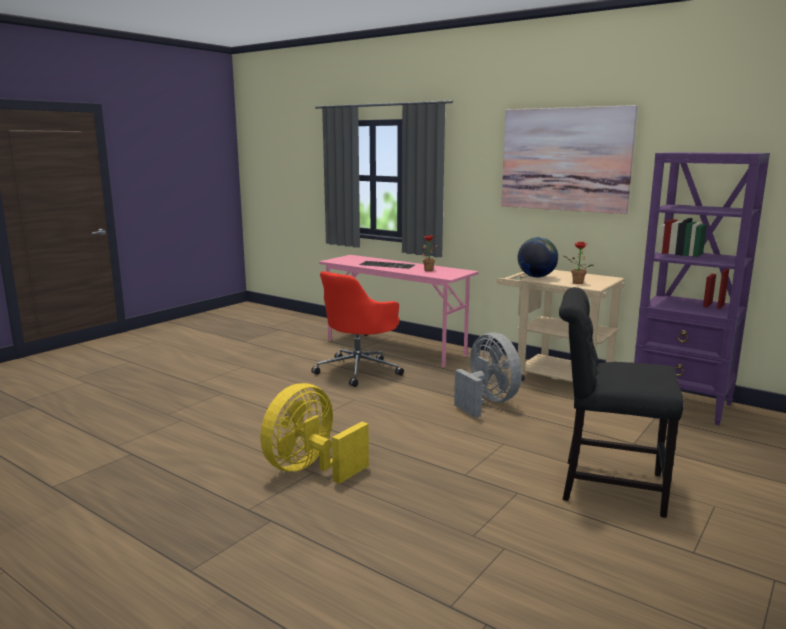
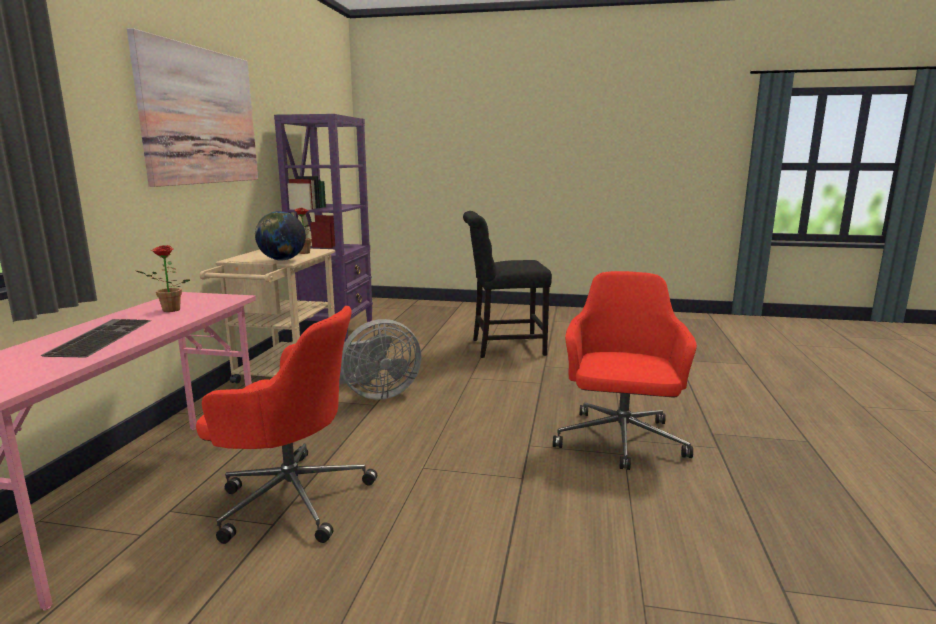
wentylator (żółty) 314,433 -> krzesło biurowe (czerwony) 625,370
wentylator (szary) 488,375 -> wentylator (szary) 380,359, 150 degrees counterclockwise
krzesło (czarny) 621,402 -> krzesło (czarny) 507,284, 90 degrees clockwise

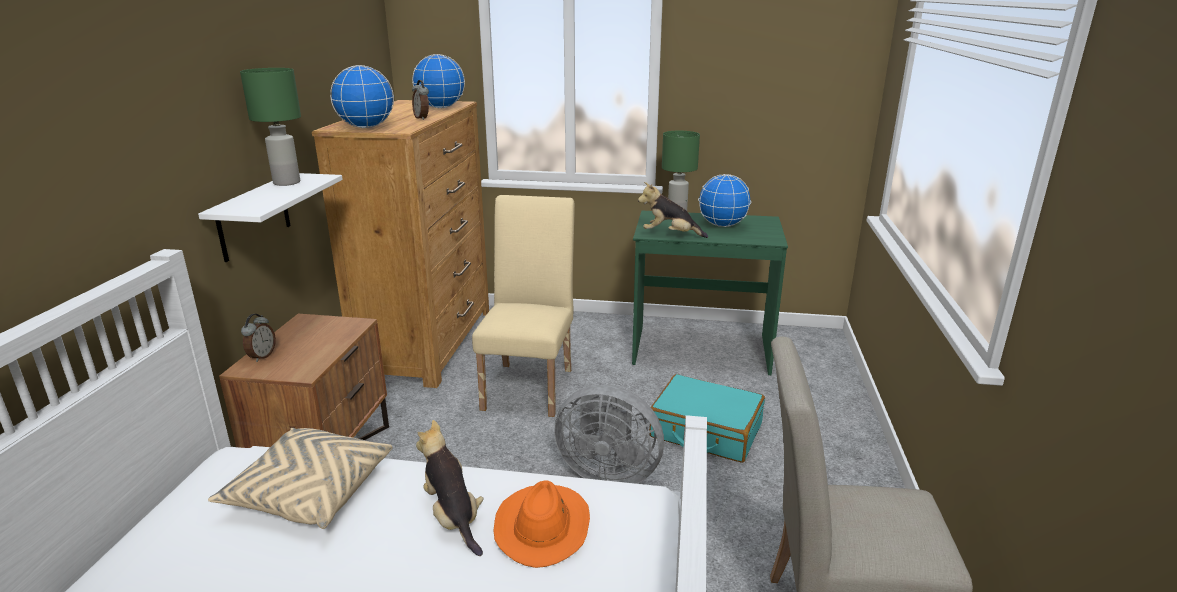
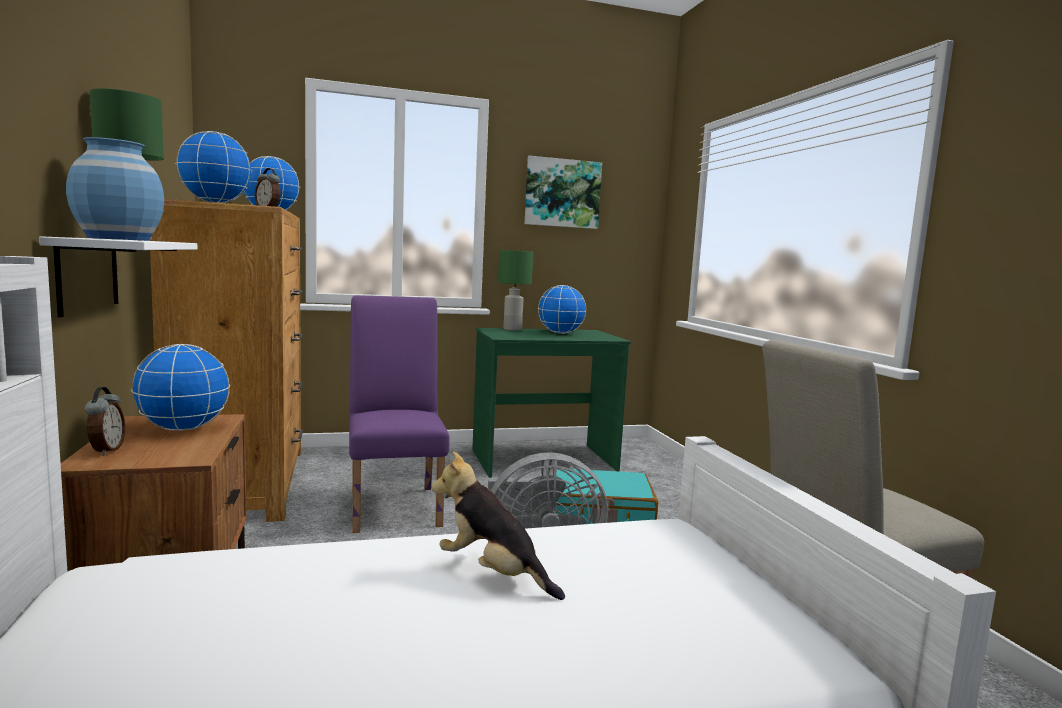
poduszka (beżowy) 300,478 -> none
kapelusz (pomarańczowy) 542,524 -> none
pluszak 673,210 -> none
none -> wazon (niebieski) 115,189
none -> globus 180,387
none -> obraz 563,192
krzesło (beżowy) 523,306 -> krzesło (fioletowy) 399,414

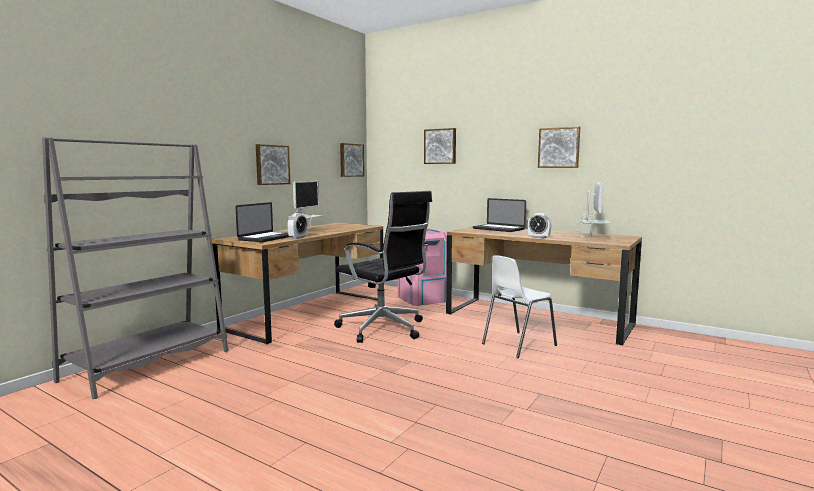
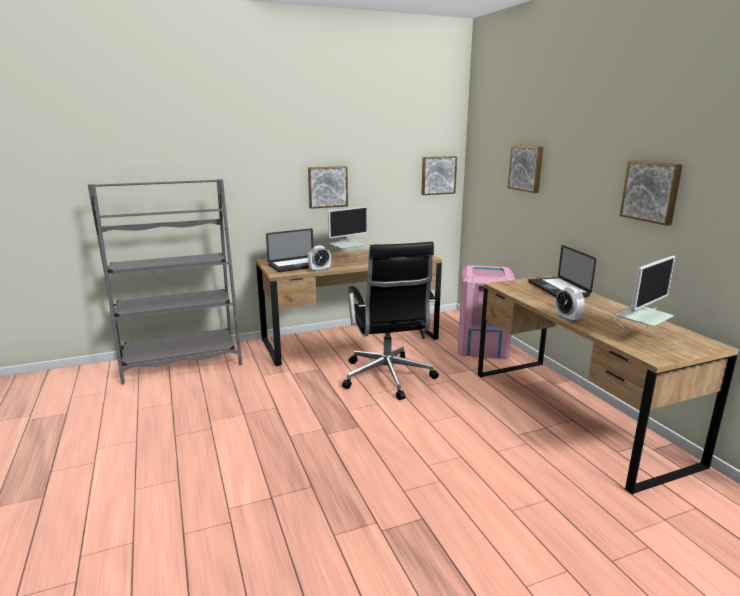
krzesło (biały) 519,307 -> none

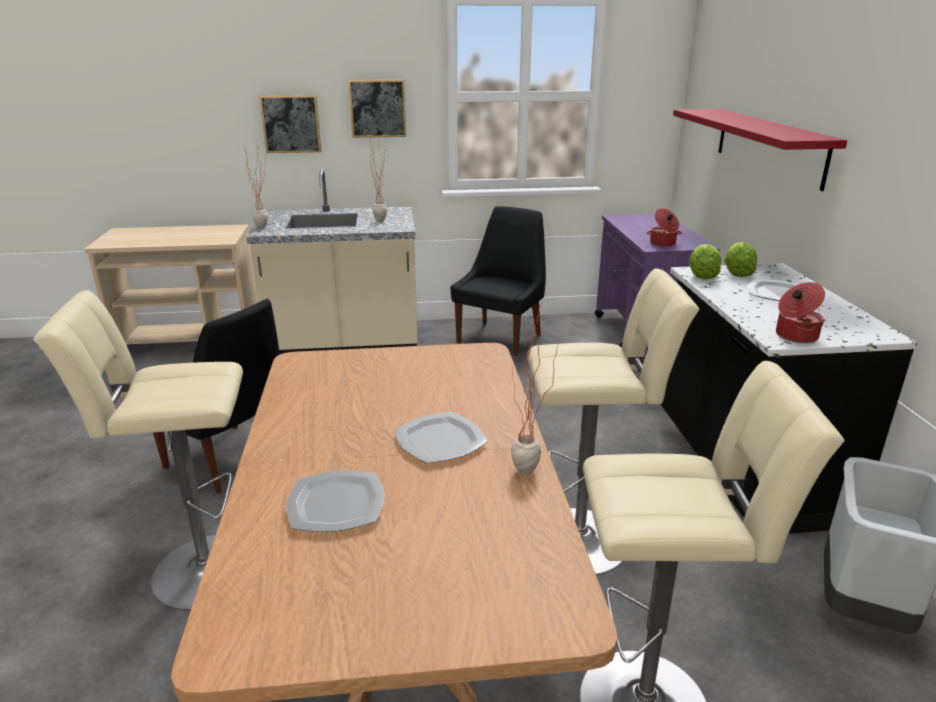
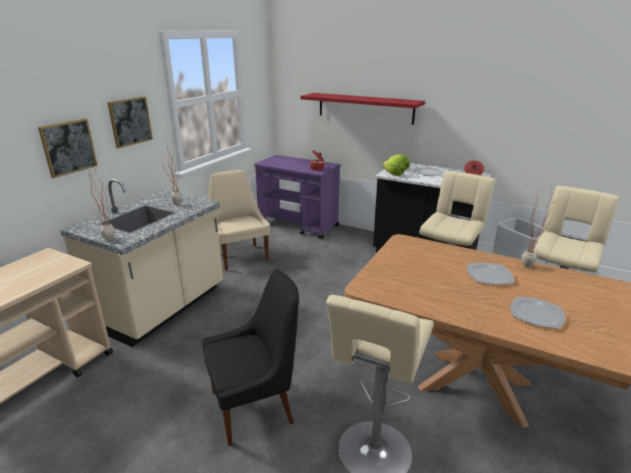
krzesło (czarny) 498,281 -> krzesło (beżowy) 239,220

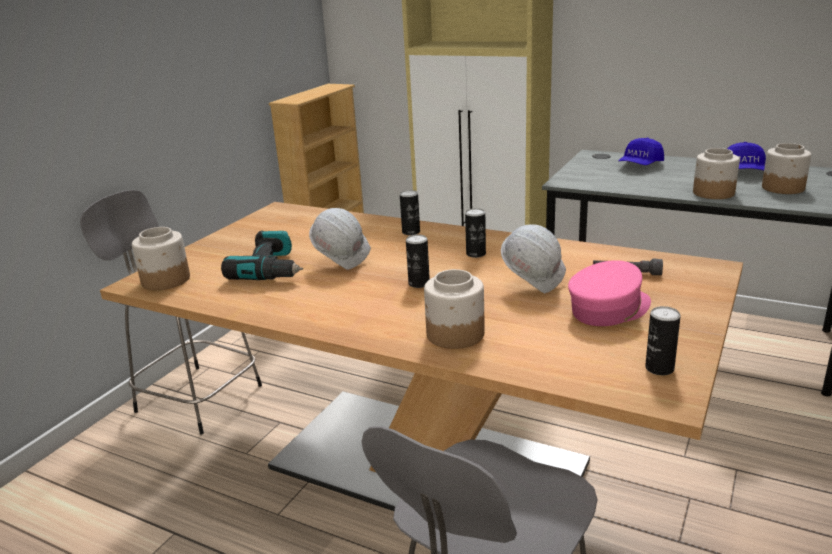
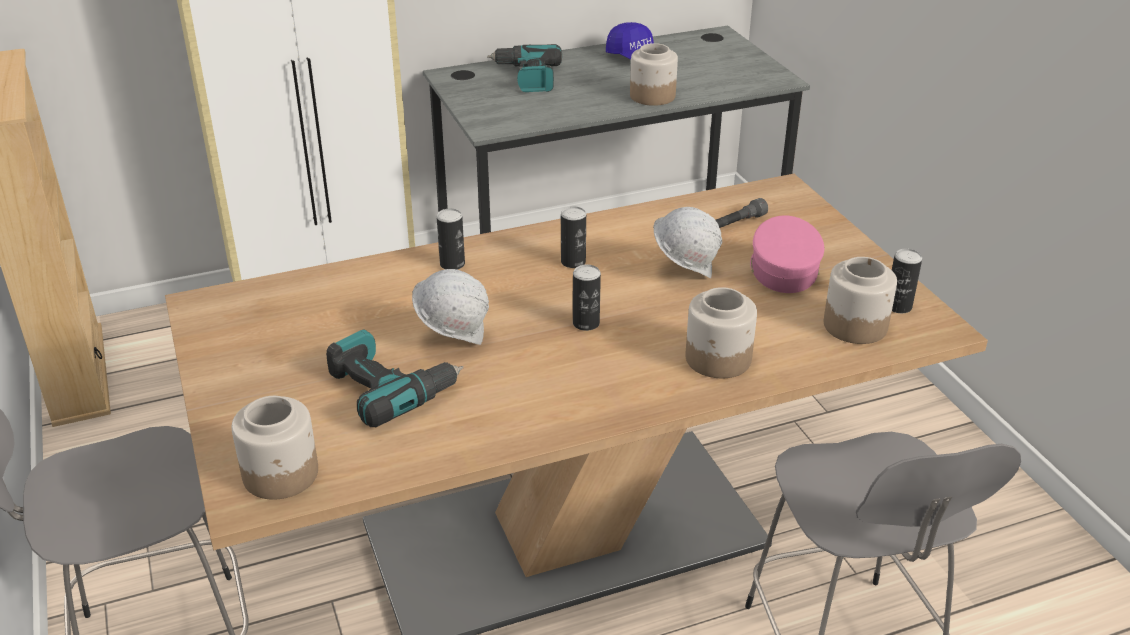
słoik 786,168 -> słoik 860,300, relocated
czapka z daszkiem (niebieski) 641,151 -> wiertarka 524,68

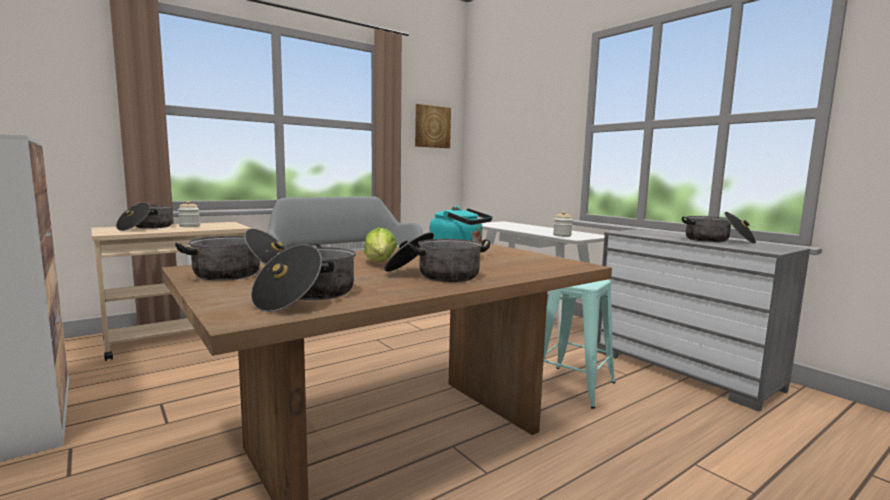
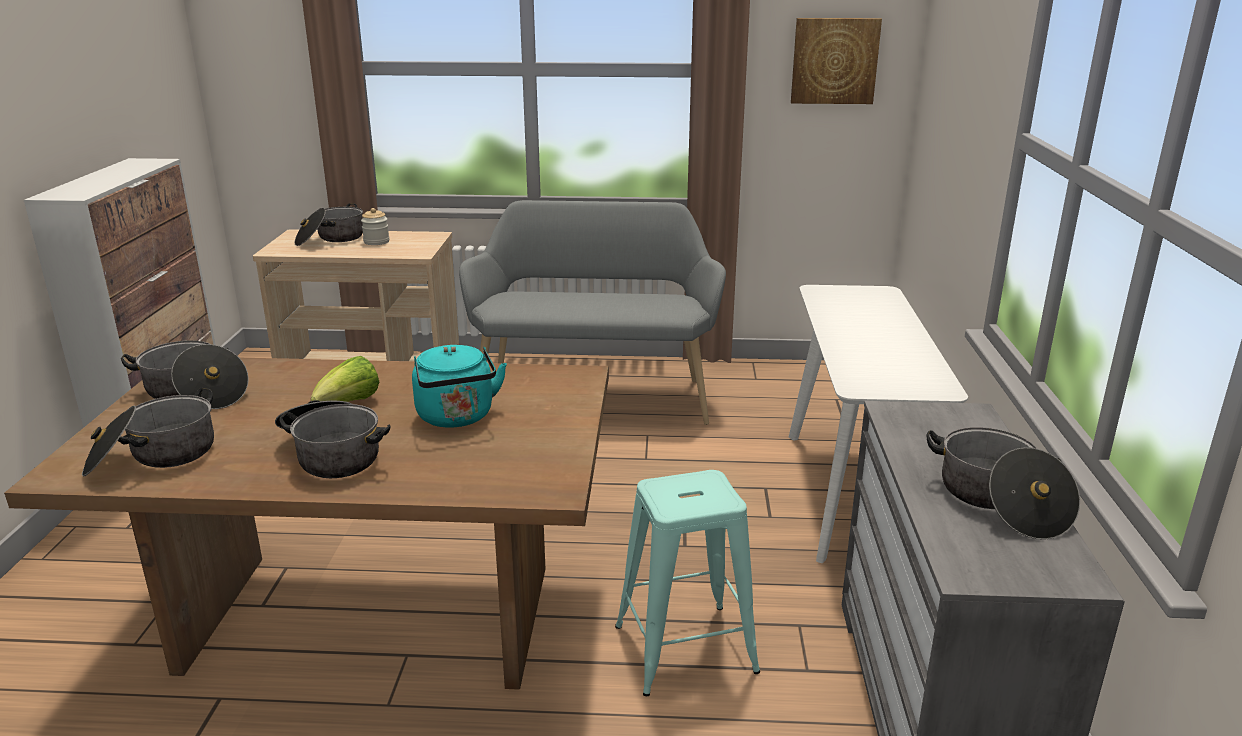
słoik 562,224 -> none

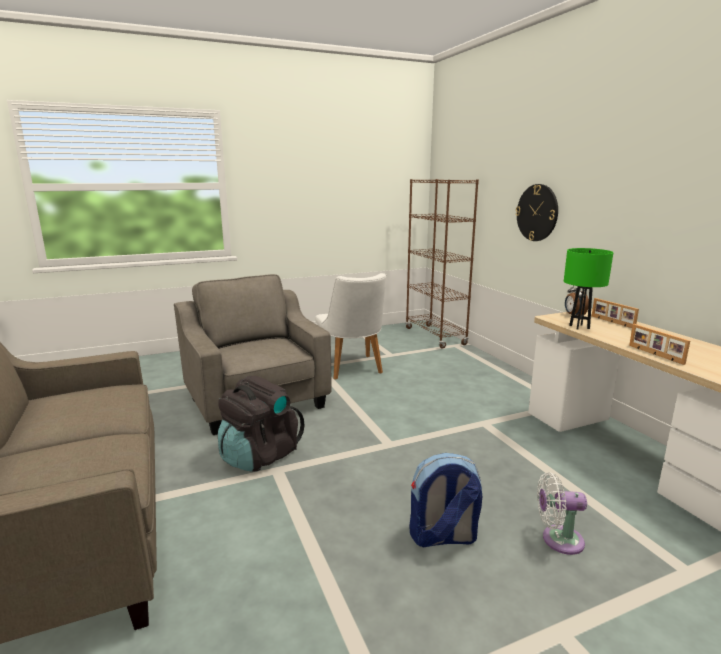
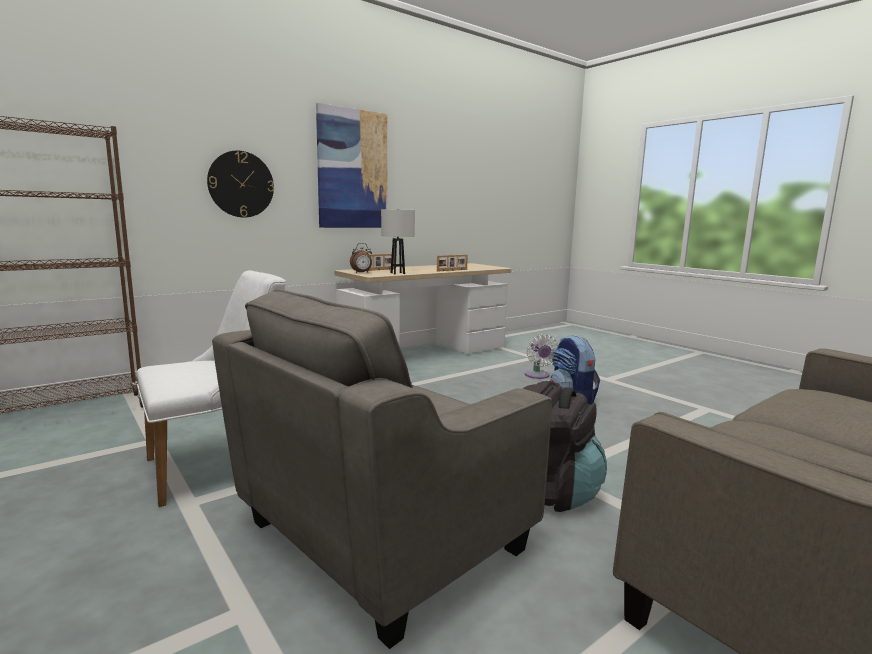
none -> obraz 351,165
lampa stołowa (zielony) 589,289 -> lampa stołowa (biały) 398,241

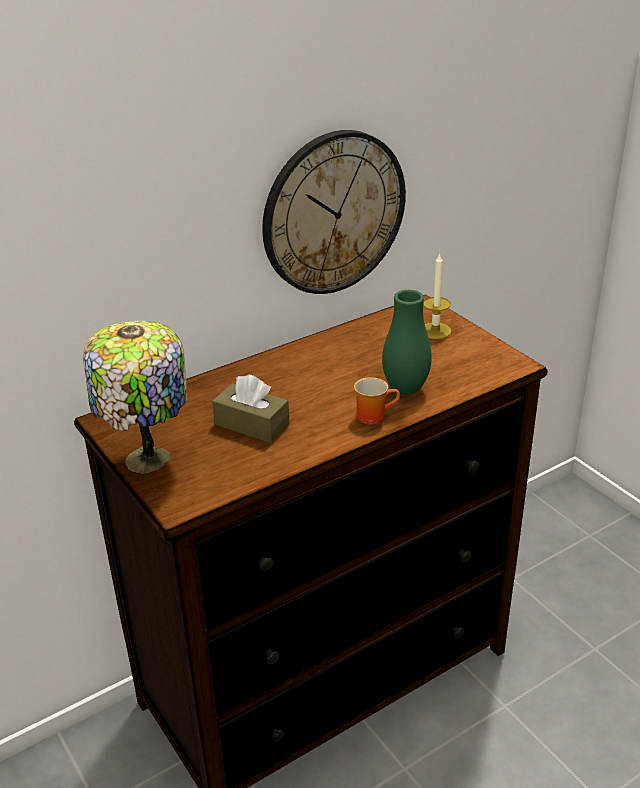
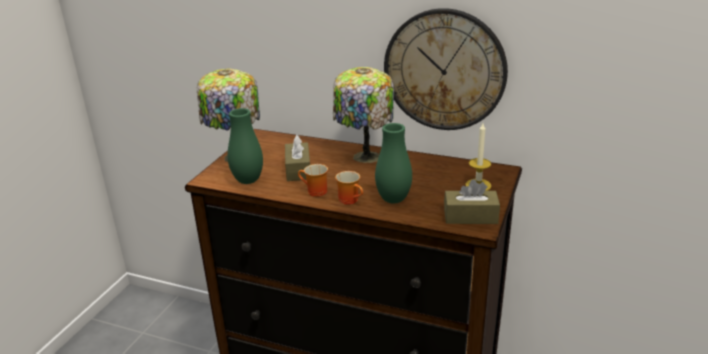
none -> wazon (zielony) 245,146
none -> kubek 313,180
none -> lampa stołowa 363,115
none -> pudełko chusteczek (brązowy) 472,201

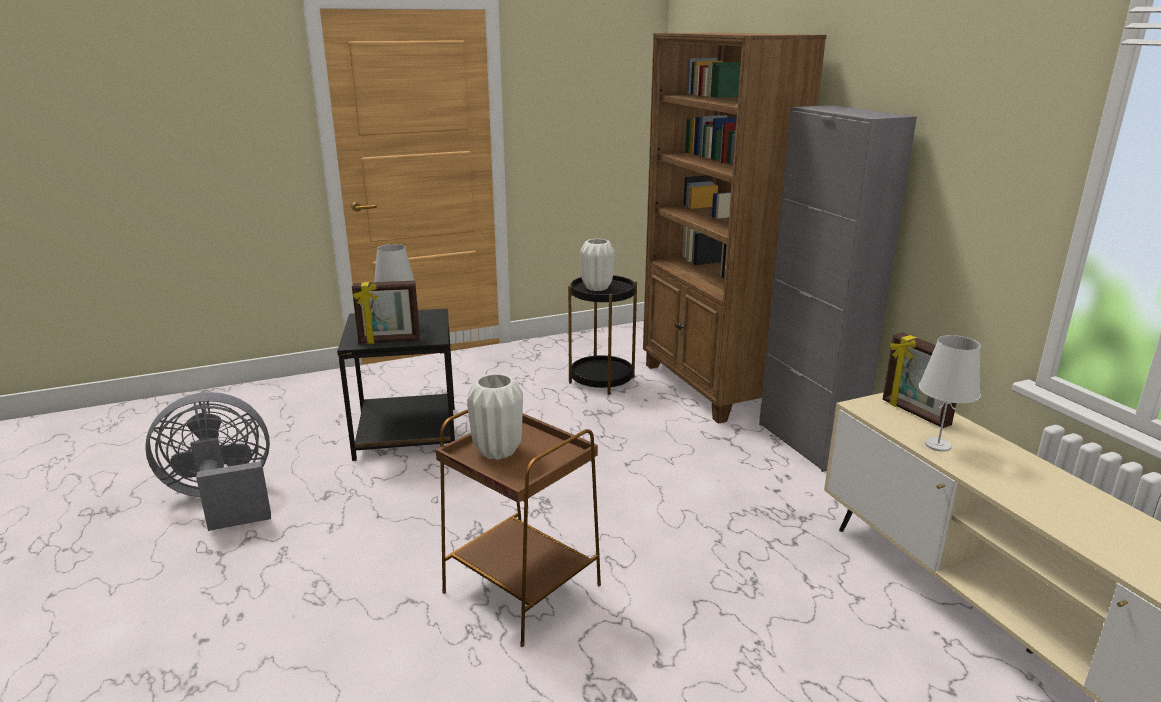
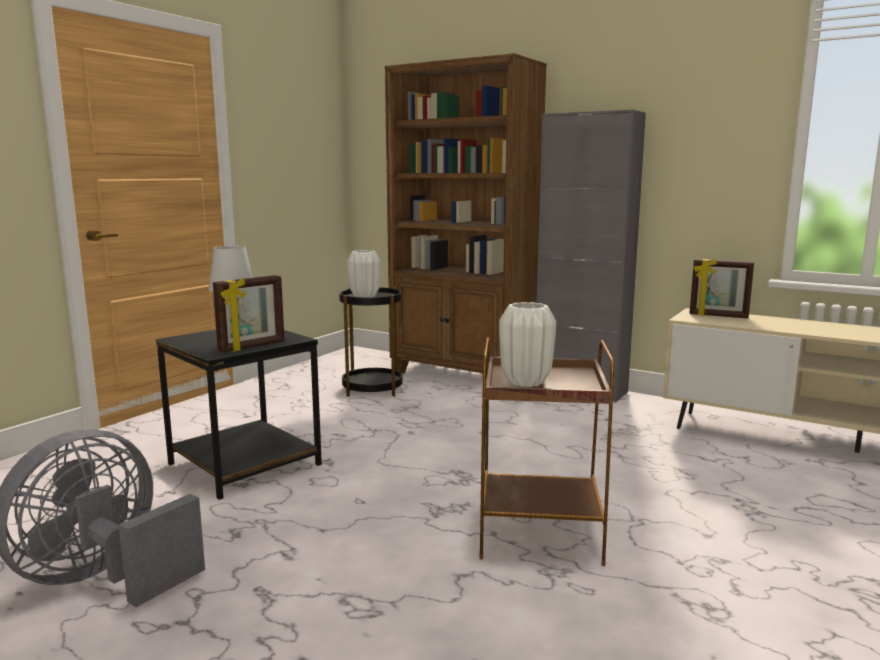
lampa stołowa (biały) 950,393 -> none

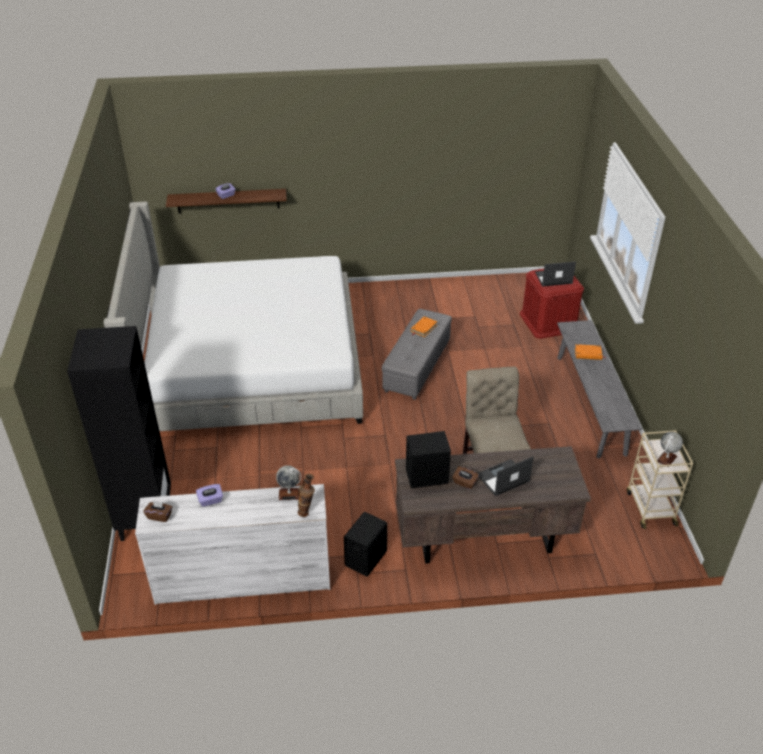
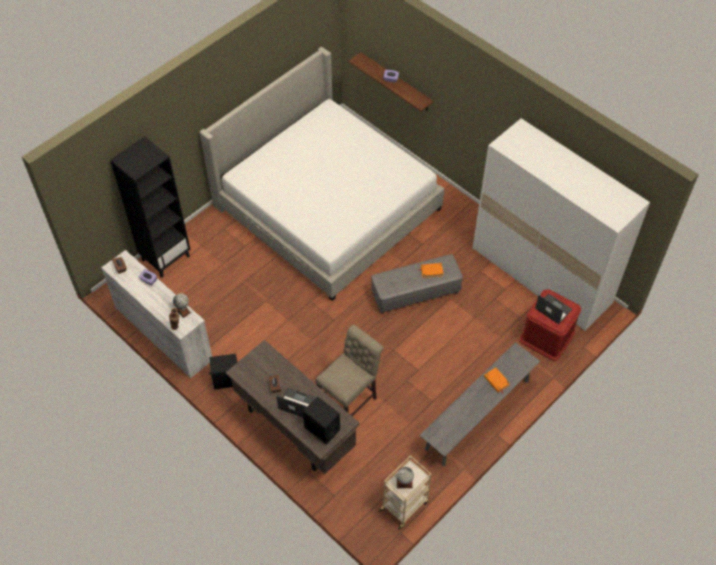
none -> szafa (biały) 561,224
głośnik (czarny) 428,459 -> głośnik (czarny) 321,420, relocated

